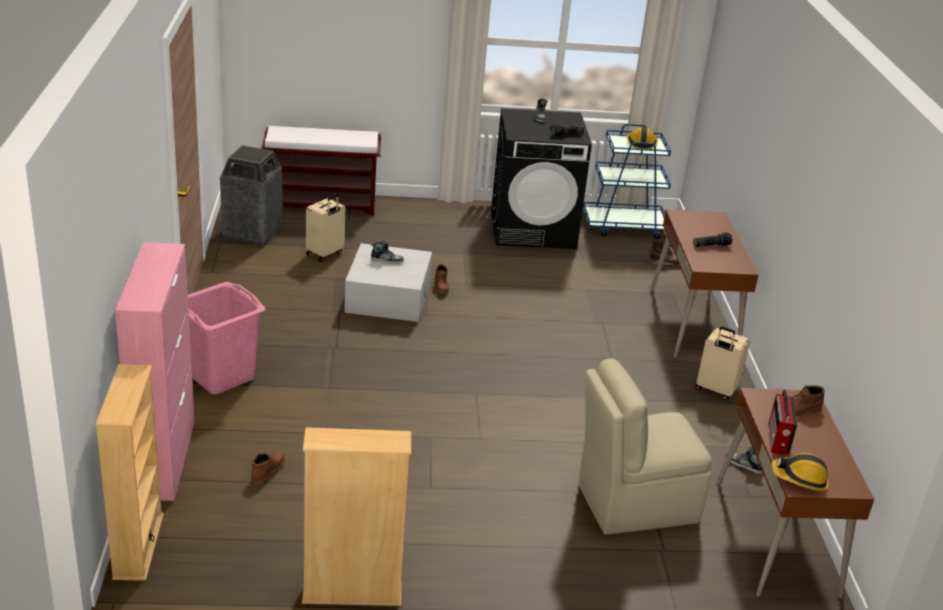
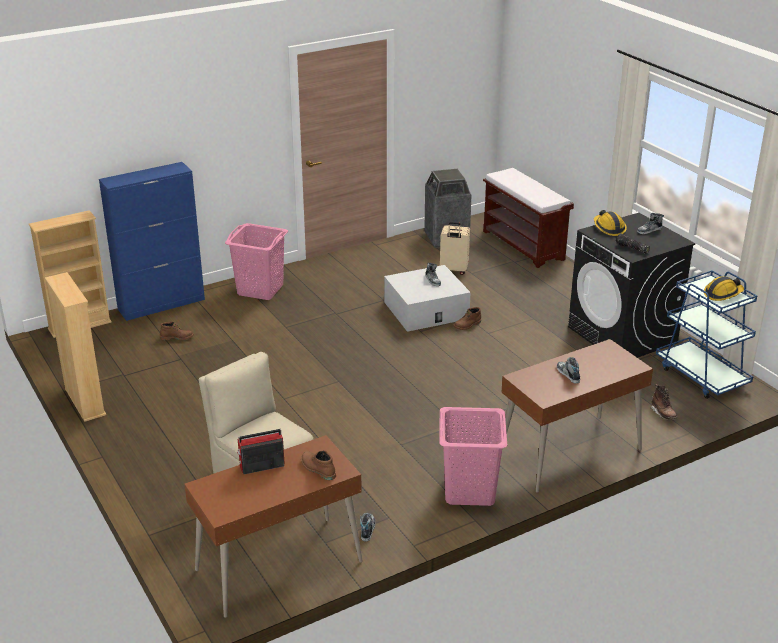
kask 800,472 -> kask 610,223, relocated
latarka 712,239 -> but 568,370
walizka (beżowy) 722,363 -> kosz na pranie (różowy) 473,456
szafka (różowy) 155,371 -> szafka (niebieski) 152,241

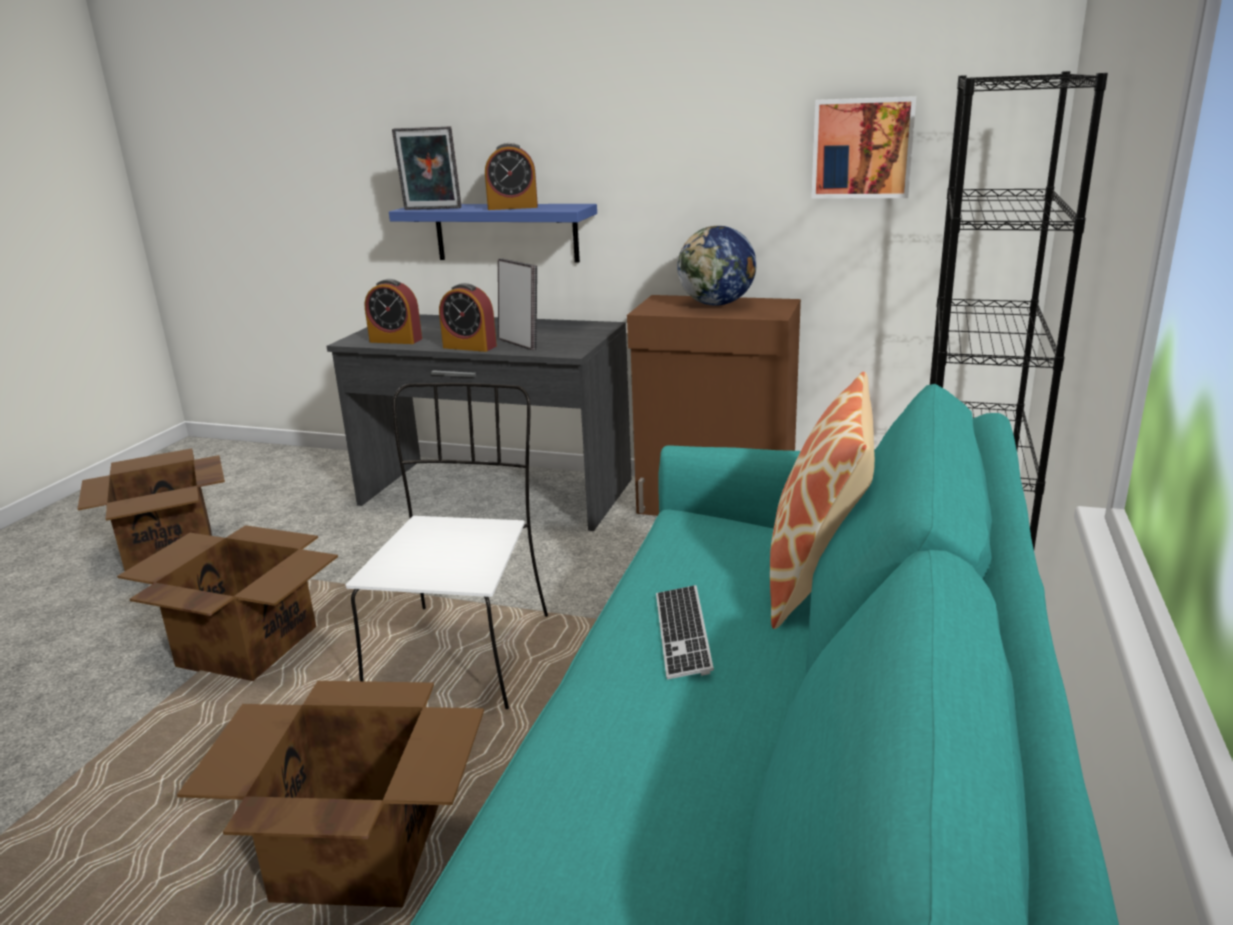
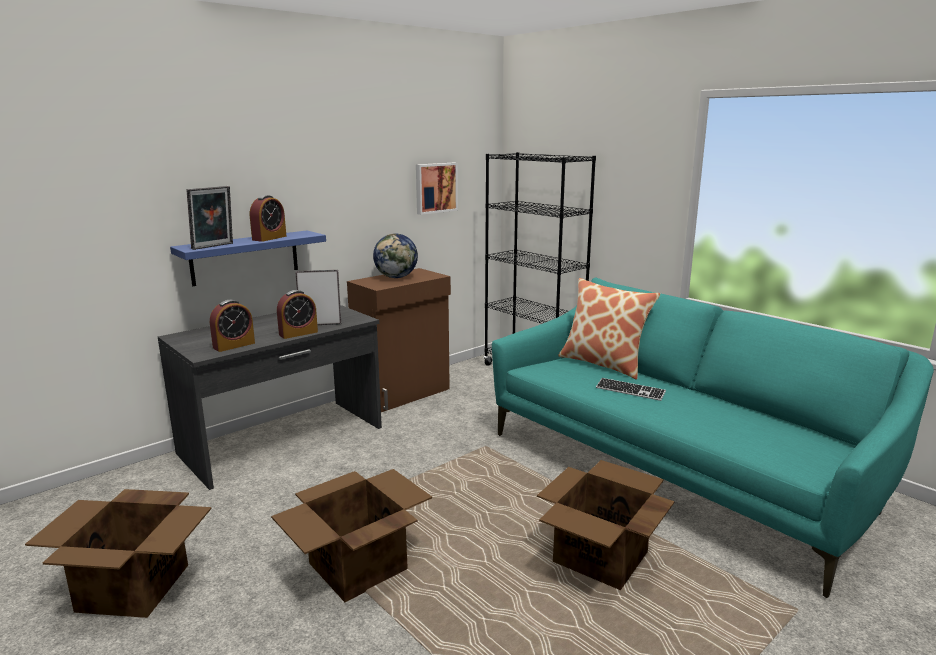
krzesło (biały) 446,546 -> none

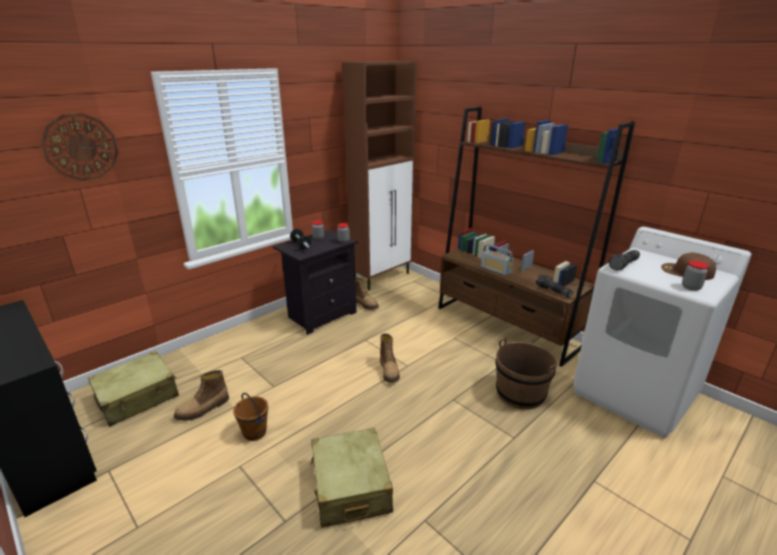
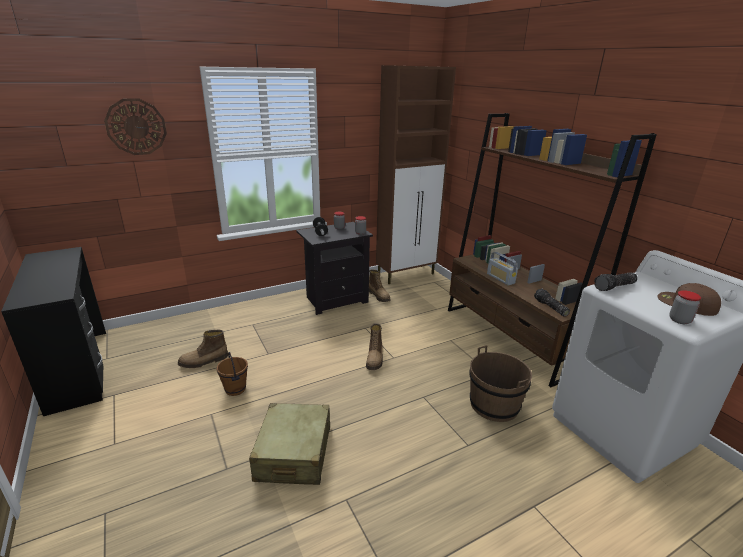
walizka (beżowy) 133,389 -> none

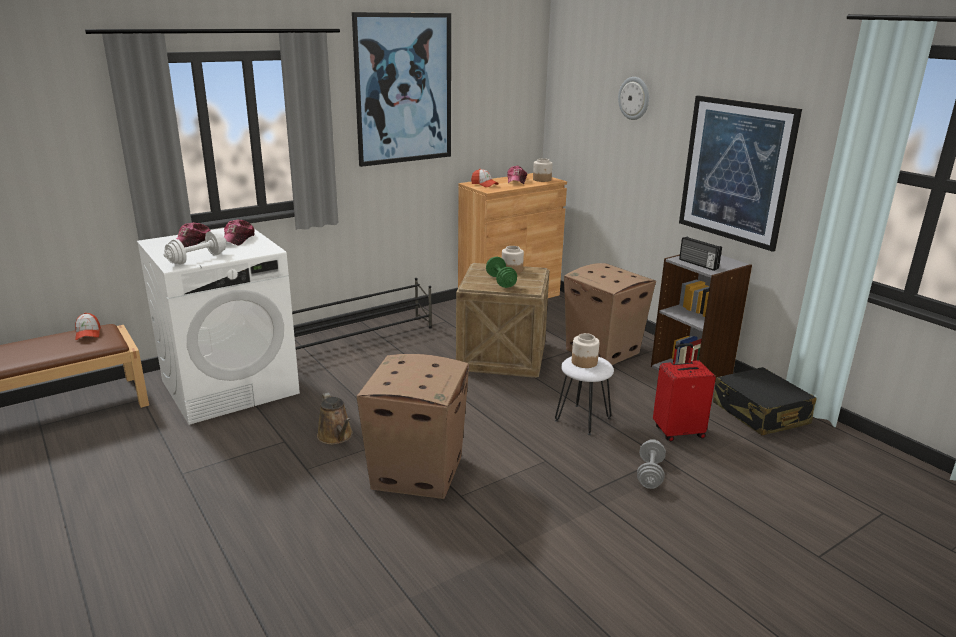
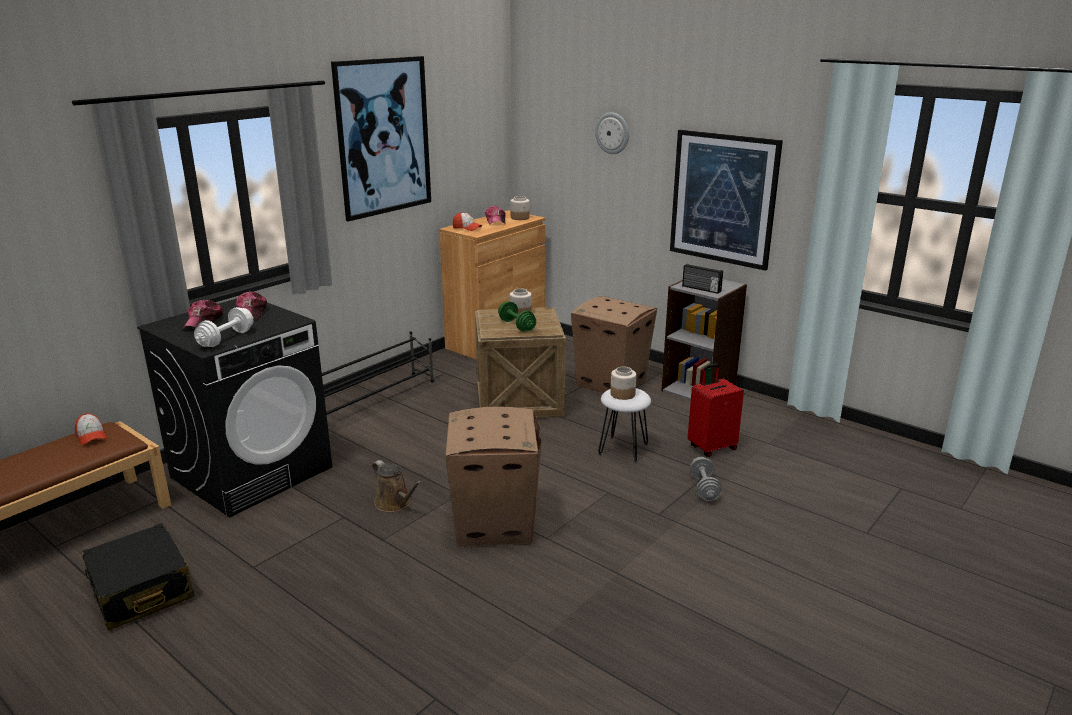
walizka (czarny) 764,401 -> walizka (czarny) 138,577, relocated
pralka (biały) 218,326 -> pralka (czarny) 234,407

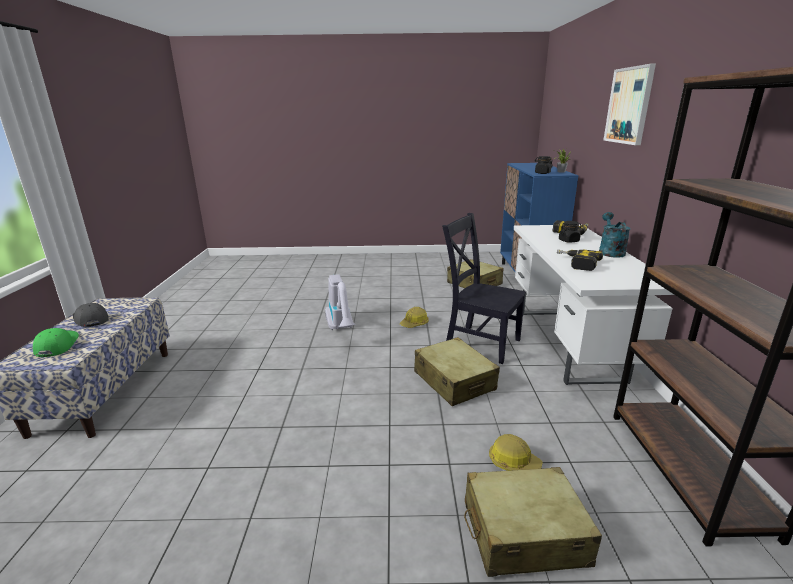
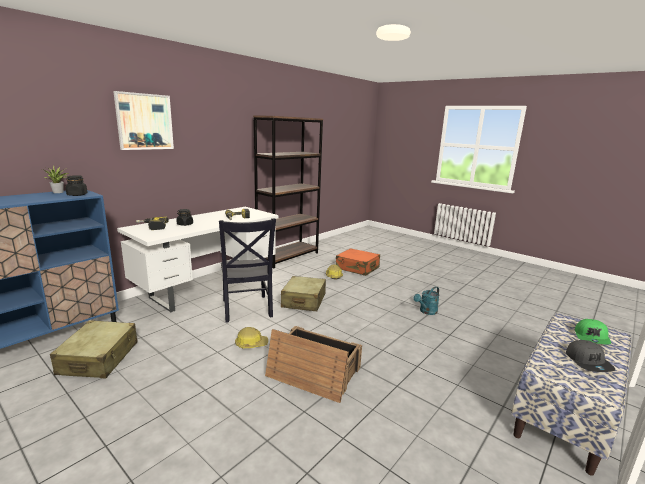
konewka (turkusowy) 615,235 -> konewka (turkusowy) 426,300, relocated
odkurzacz 340,302 -> skrzynka 313,364
walizka (beżowy) 533,522 -> walizka (pomarańczowy) 358,262

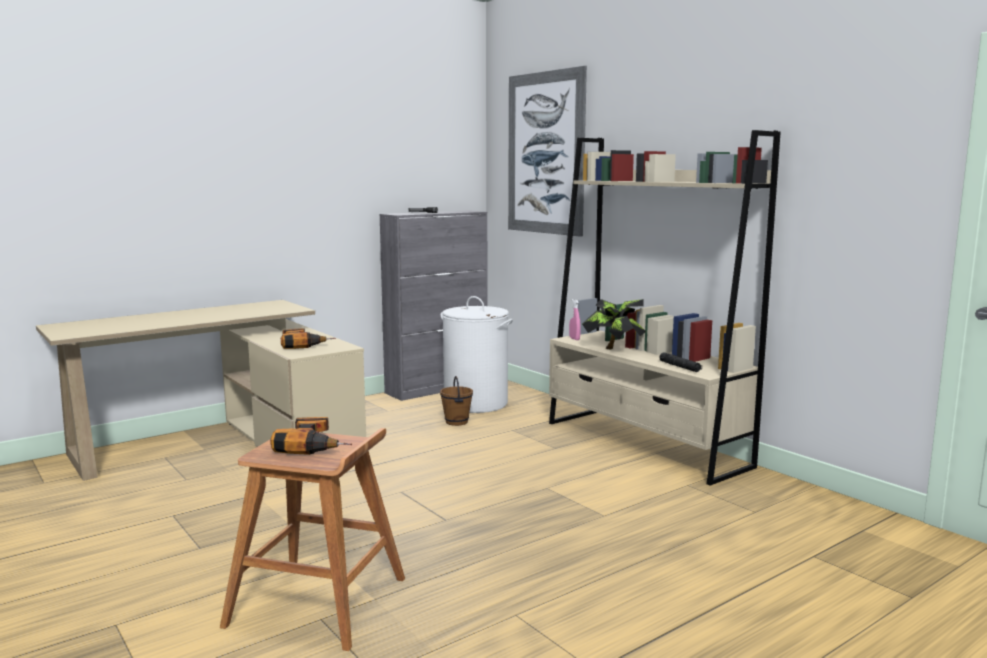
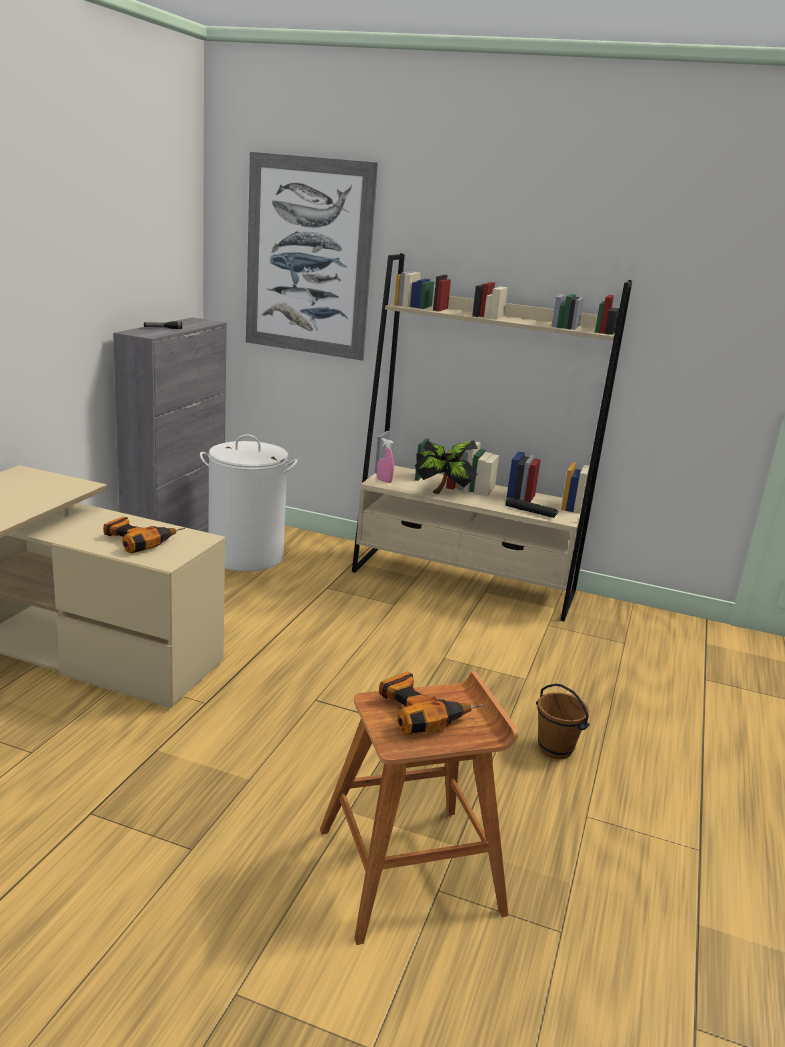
wiadro (brązowy) 456,401 -> wiadro (brązowy) 563,721, relocated

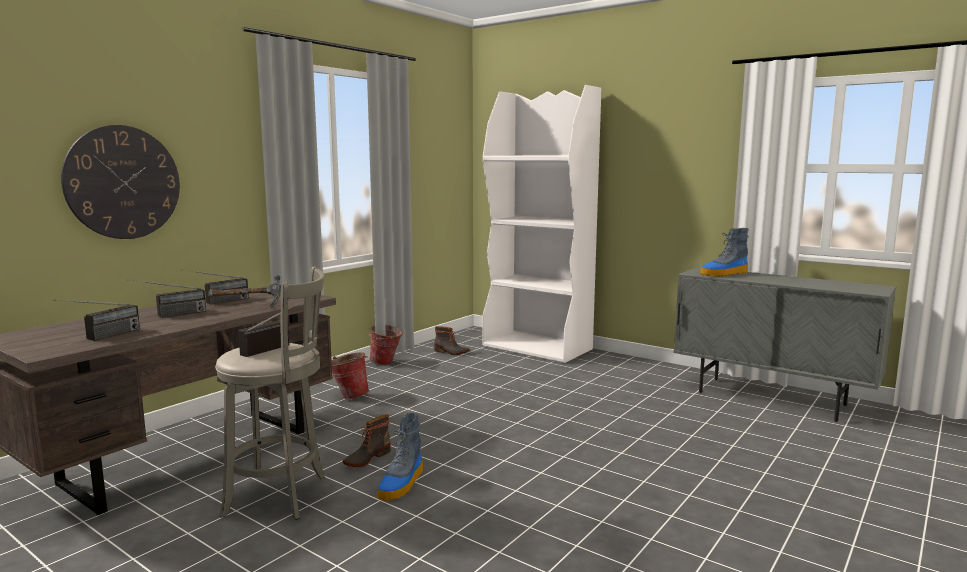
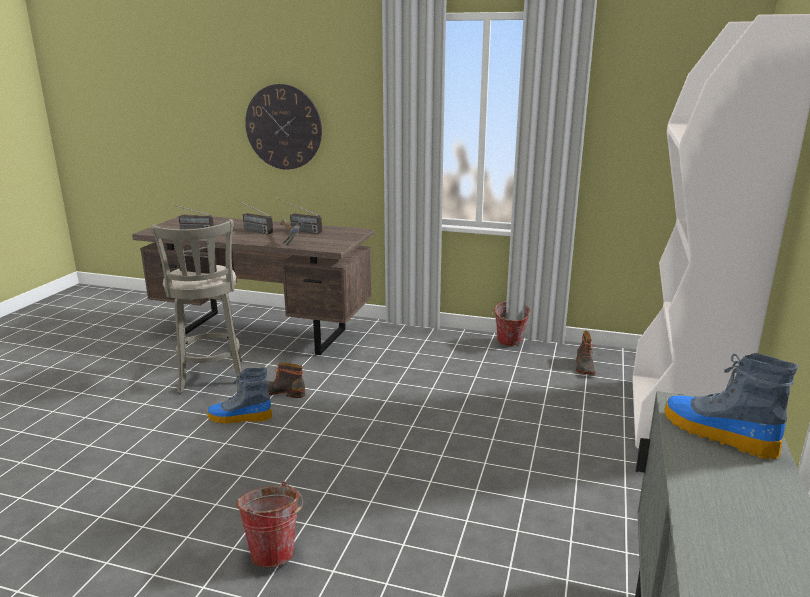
wiadro 350,375 -> wiadro 269,524, relocated

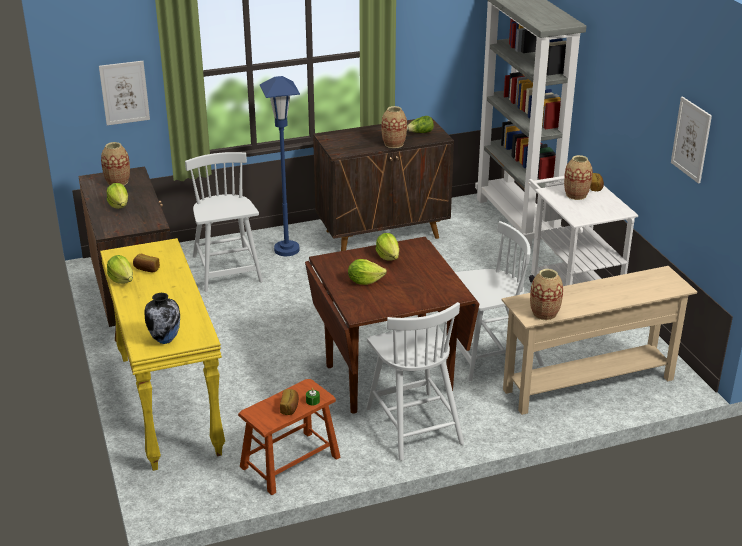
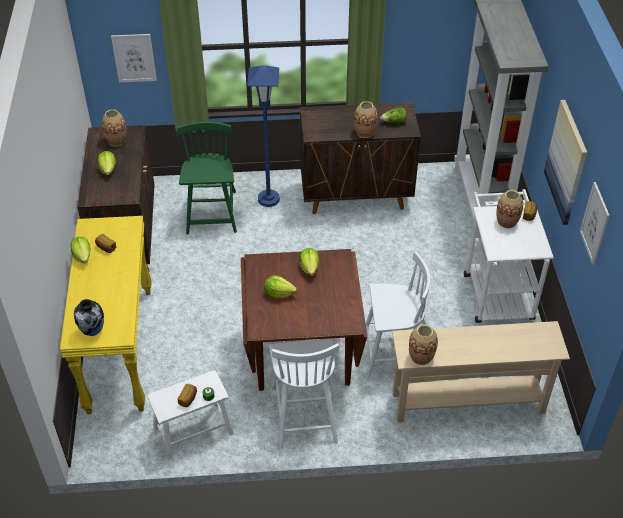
none -> obraz 565,162
krzesło (biały) 224,222 -> krzesło (zielony) 207,178
stołek (brązowy) 289,437 -> stołek (biały) 190,415

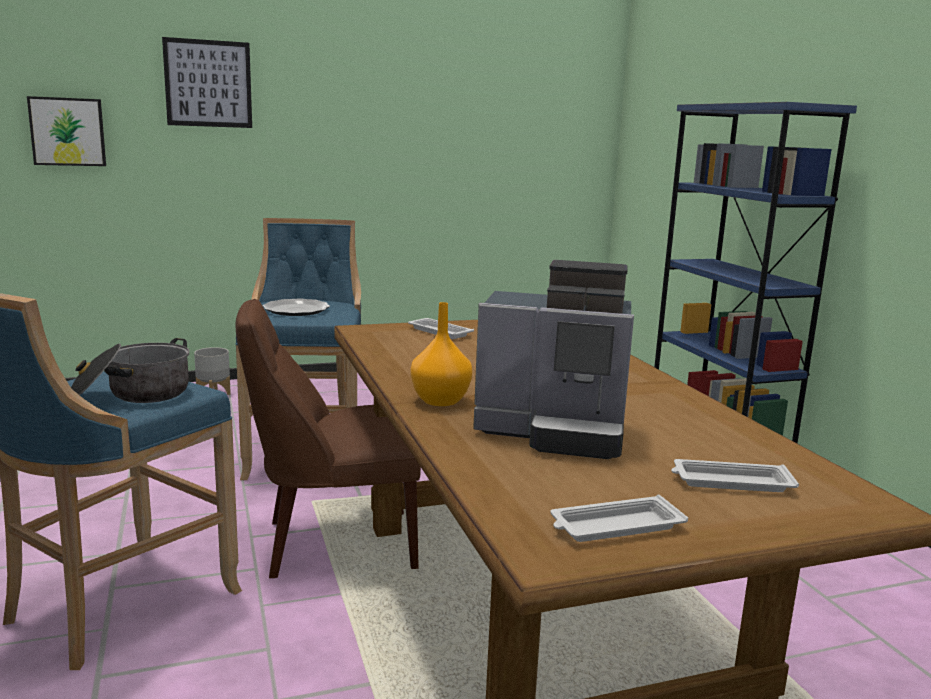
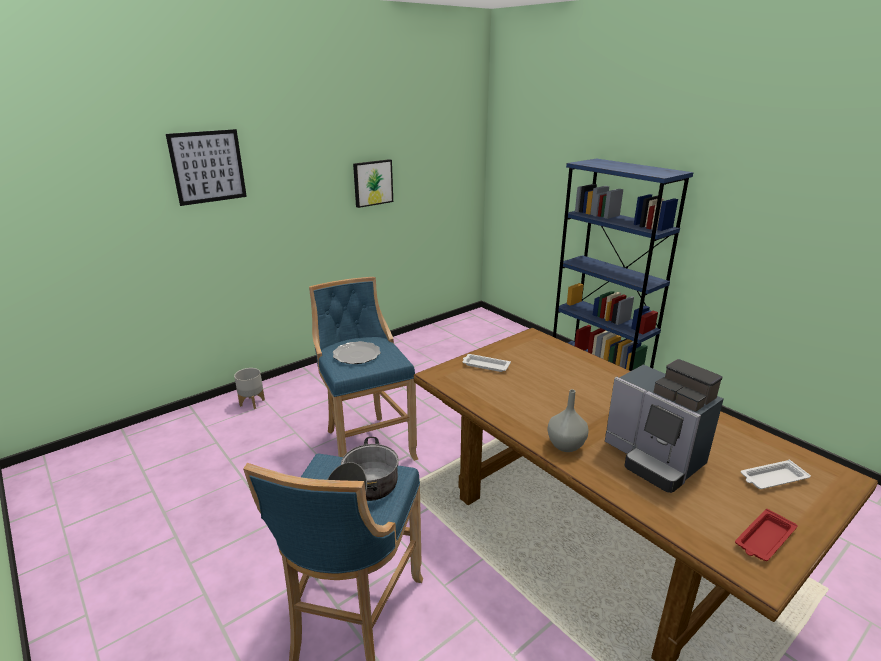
krzesło (brązowy) 328,438 -> none
obraz 66,131 -> obraz 373,183, relocated
wazon (pomarańczowy) 441,354 -> wazon (szary) 568,420
taca (biały) 619,518 -> taca (czerwony) 766,535
ekspres do kawy 553,359 -> ekspres do kawy 664,426, 60 degrees clockwise

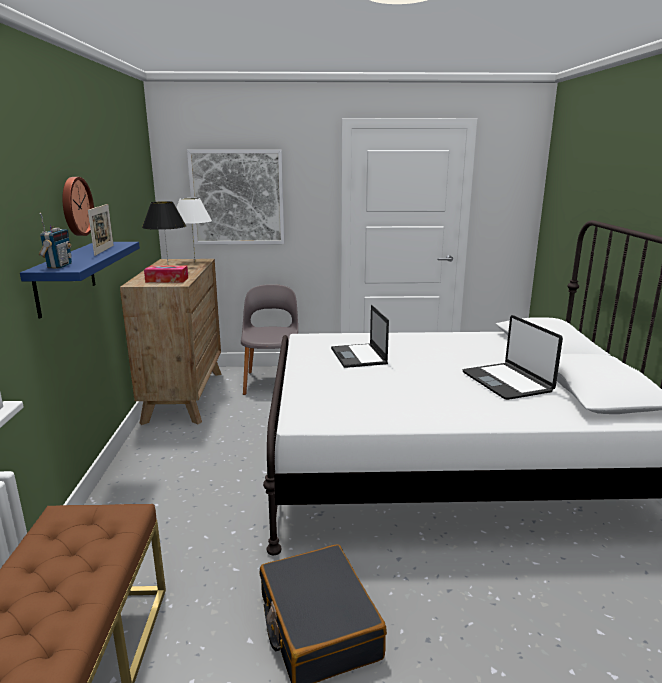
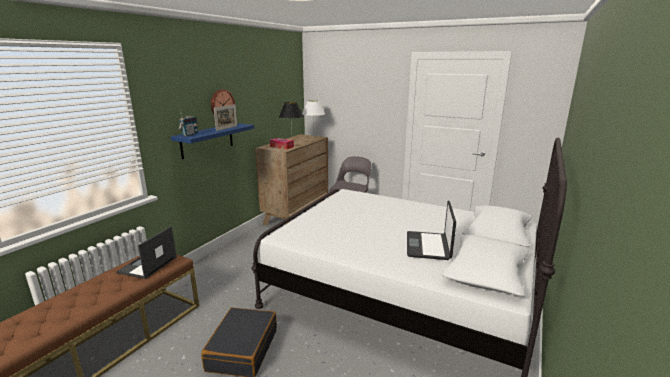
obraz 235,197 -> none
laptop 360,336 -> laptop 146,252, relocated

